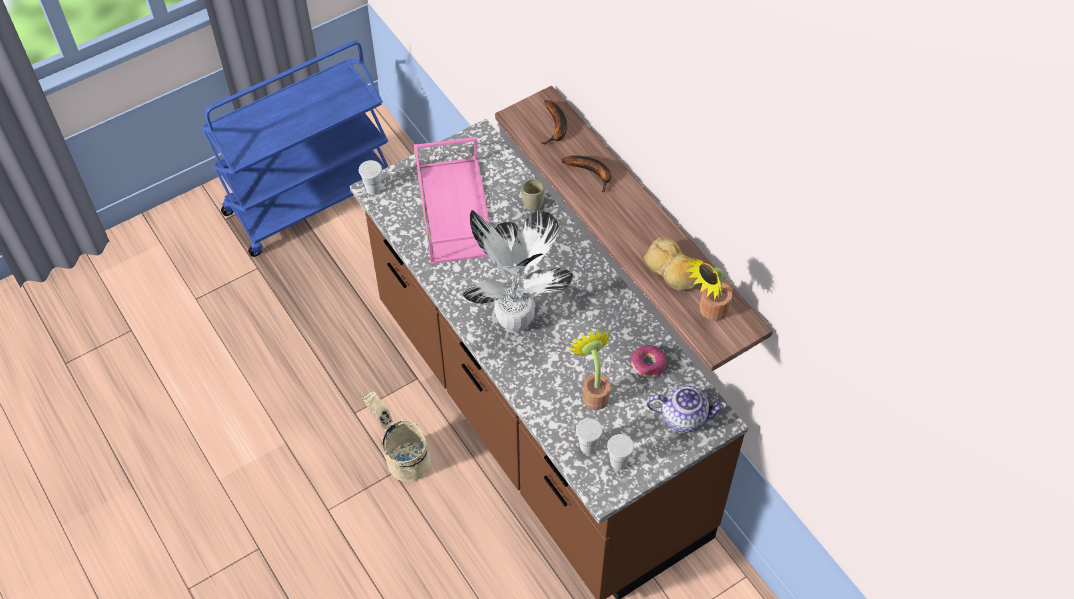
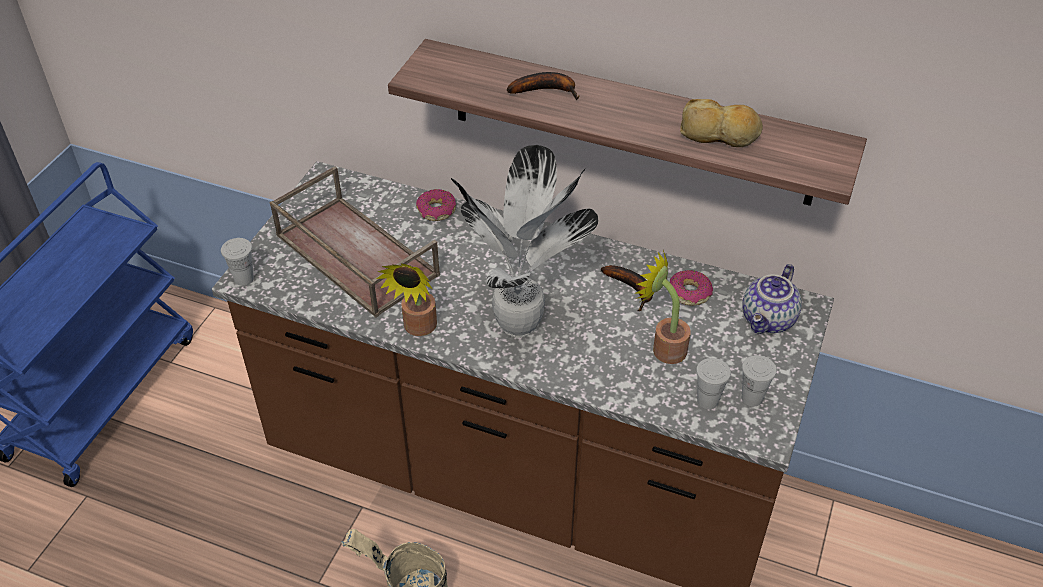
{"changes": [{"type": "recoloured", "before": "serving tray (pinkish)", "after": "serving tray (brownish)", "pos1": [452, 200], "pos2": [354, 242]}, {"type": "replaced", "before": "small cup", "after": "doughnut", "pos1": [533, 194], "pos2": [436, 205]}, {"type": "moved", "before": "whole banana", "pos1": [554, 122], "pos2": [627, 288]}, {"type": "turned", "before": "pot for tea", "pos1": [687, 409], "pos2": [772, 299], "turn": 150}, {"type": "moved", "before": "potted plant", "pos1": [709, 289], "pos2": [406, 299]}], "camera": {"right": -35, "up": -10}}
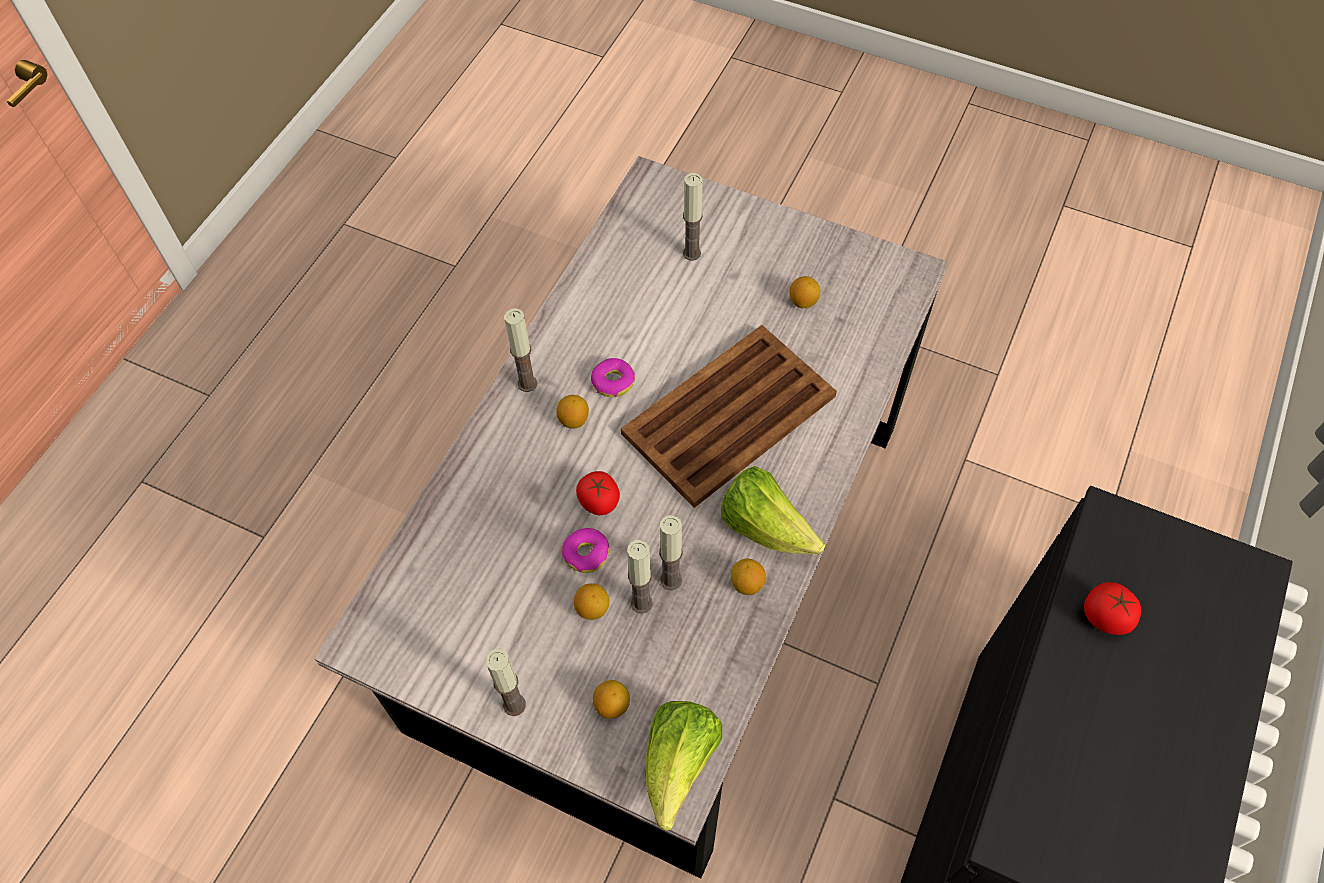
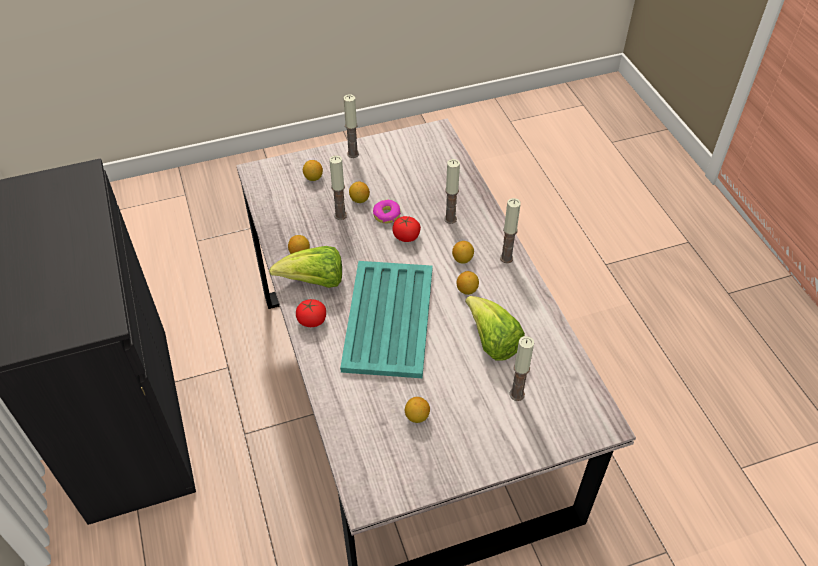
{"changes": [{"type": "replaced", "before": "doughnut", "after": "lemon", "pos1": [613, 377], "pos2": [468, 283]}, {"type": "recoloured", "before": "serving tray (brownish)", "after": "serving tray (blue-green)", "pos1": [729, 416], "pos2": [386, 319]}, {"type": "moved", "before": "head of lettuce", "pos1": [683, 765], "pos2": [495, 328]}, {"type": "moved", "before": "wax light", "pos1": [671, 552], "pos2": [452, 191]}, {"type": "moved", "before": "tomato", "pos1": [1112, 608], "pos2": [311, 313]}], "camera": {"right": 135, "up": -10}}
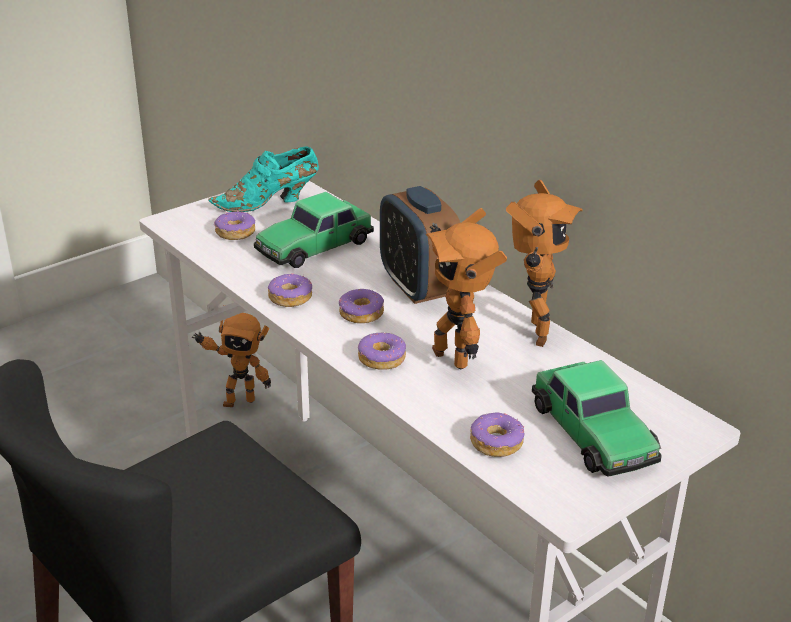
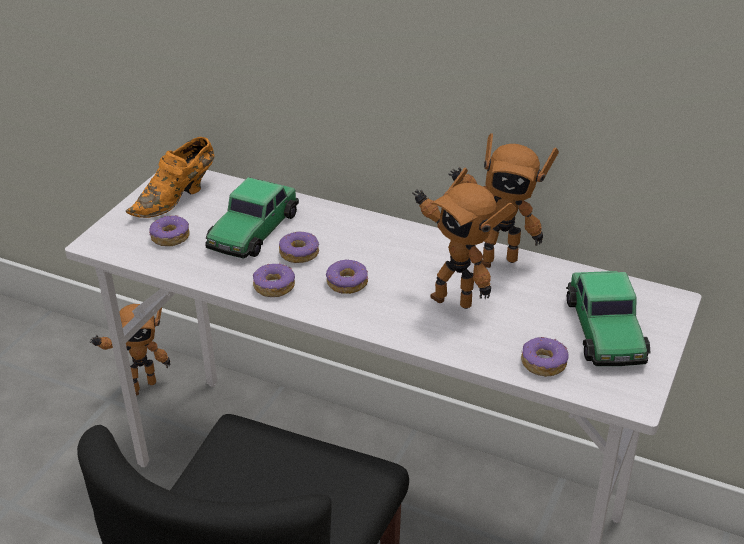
{"changes": [{"type": "recoloured", "before": "item of footwear (blue-green)", "after": "item of footwear (orange-coloured)", "pos1": [263, 179], "pos2": [170, 177]}, {"type": "moved", "before": "doughnut", "pos1": [382, 351], "pos2": [299, 247]}, {"type": "removed", "before": "table clock", "pos1": [420, 245]}, {"type": "turned", "before": "robot figure", "pos1": [544, 263], "pos2": [503, 200], "turn": 105}, {"type": "turned", "before": "model car", "pos1": [596, 418], "pos2": [608, 318], "turn": 45}], "camera": {"right": -25, "up": 5}}
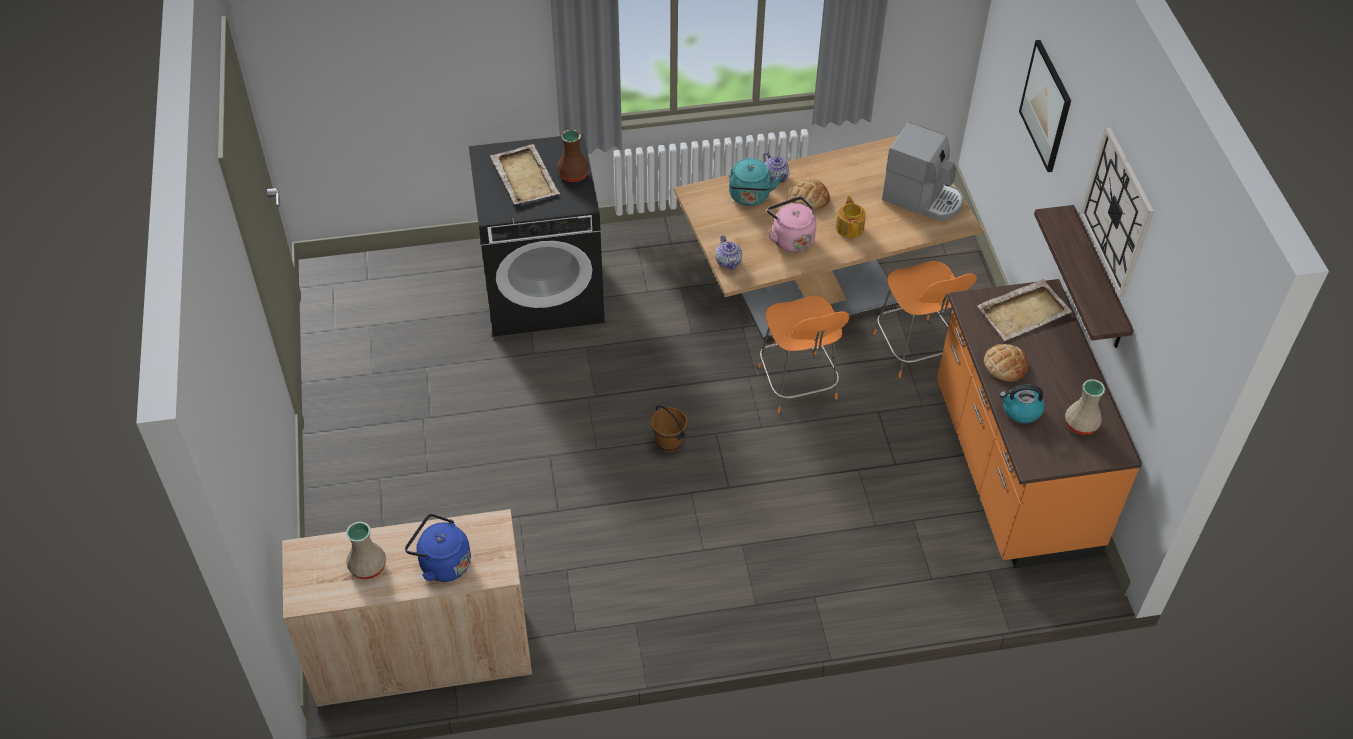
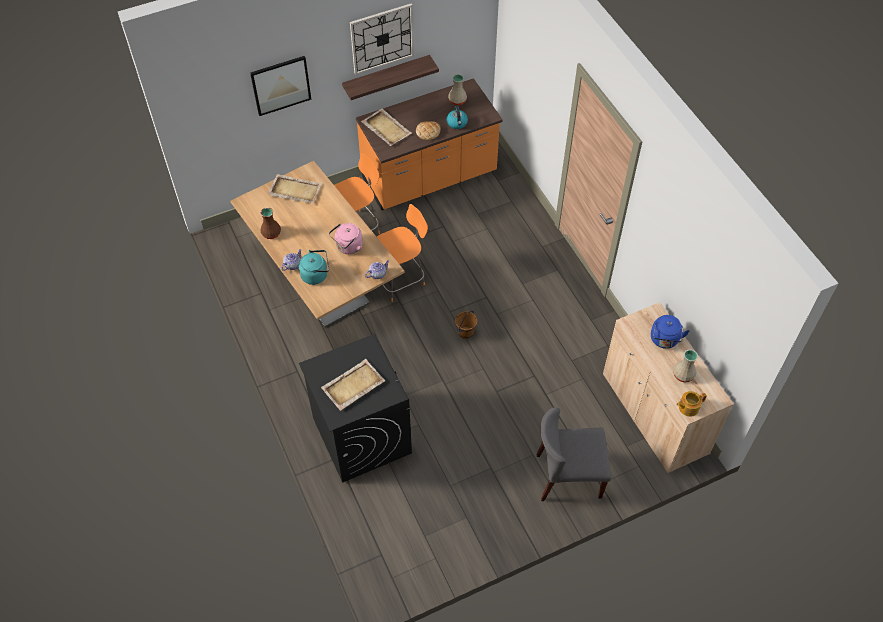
{"changes": [{"type": "moved", "before": "decorative vase (brownish)", "pos1": [573, 155], "pos2": [270, 223]}, {"type": "removed", "before": "bread", "pos1": [810, 194]}, {"type": "moved", "before": "pot for tea", "pos1": [851, 216], "pos2": [691, 404]}, {"type": "replaced", "before": "coffee machine", "after": "serving tray (beige-coloured)", "pos1": [922, 171], "pos2": [295, 188]}, {"type": "added", "after": "upright chair (grey)", "pos2": [574, 454]}], "camera": {"right": -105, "up": 5}}
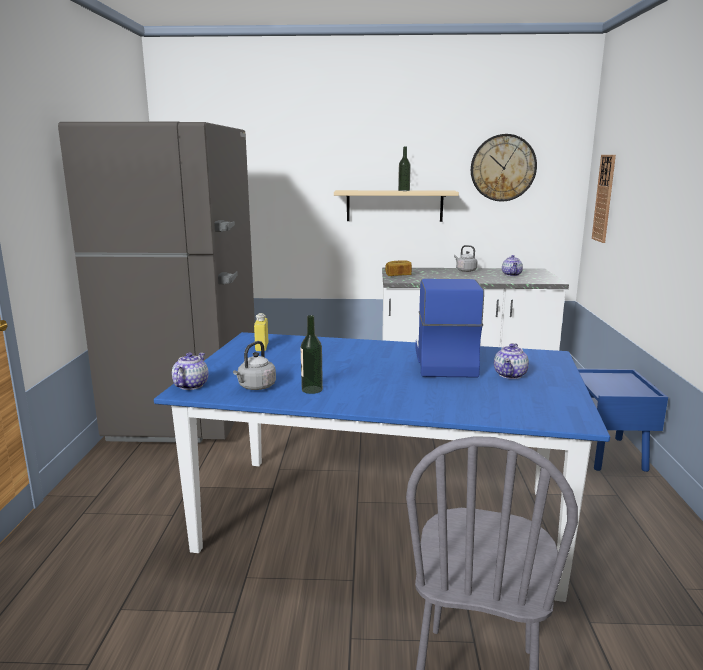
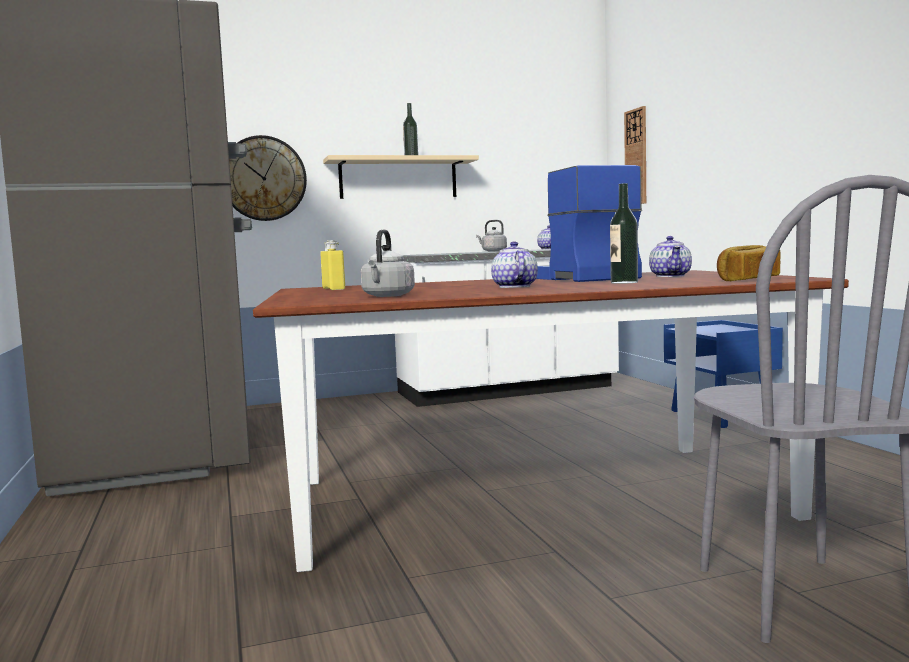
{"changes": [{"type": "recoloured", "before": "dining table (bluish)", "after": "dining table (brownish)", "pos1": [382, 467], "pos2": [551, 421]}, {"type": "moved", "before": "pot for tea", "pos1": [190, 371], "pos2": [514, 265]}, {"type": "moved", "before": "drink bottle", "pos1": [312, 354], "pos2": [624, 233]}, {"type": "moved", "before": "bread", "pos1": [398, 268], "pos2": [748, 263]}, {"type": "moved", "before": "hanging clock", "pos1": [504, 168], "pos2": [268, 178]}], "camera": {"right": -20, "up": -10}}
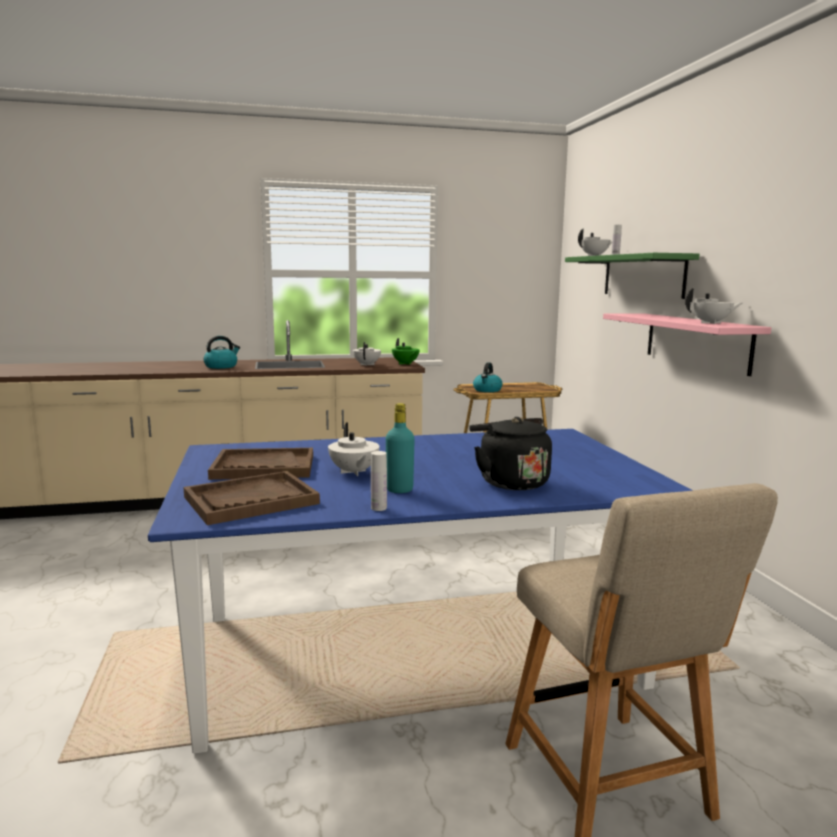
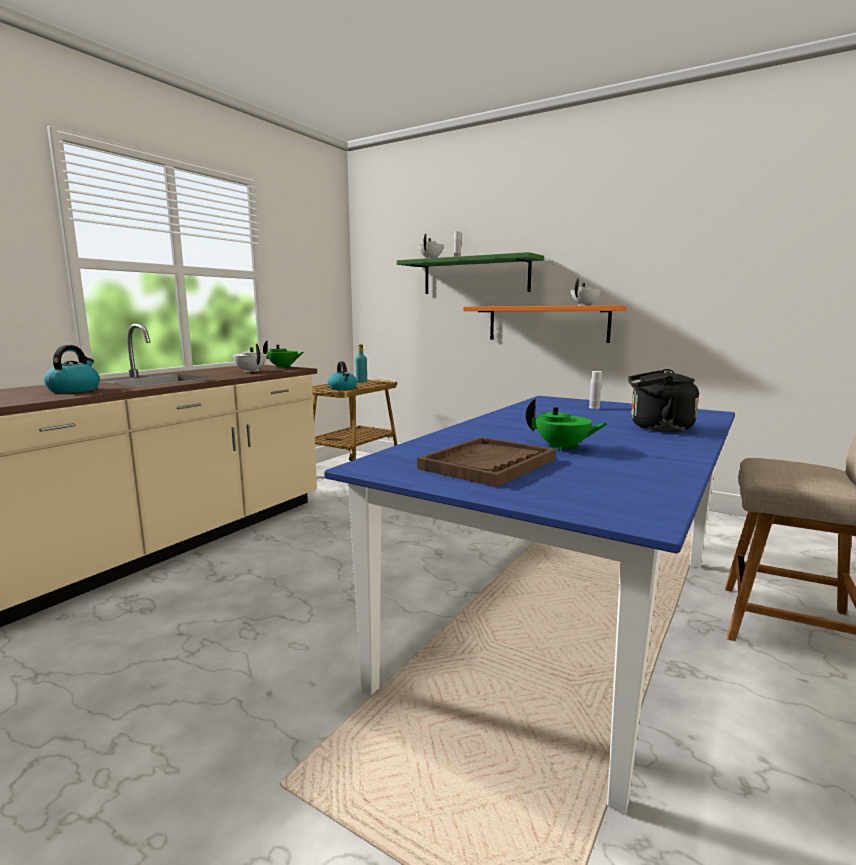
{"changes": [{"type": "removed", "before": "serving tray (brownish)", "pos1": [252, 498]}, {"type": "recoloured", "before": "pot for tea (white)", "after": "pot for tea (green-coloured)", "pos1": [354, 449], "pos2": [567, 425]}, {"type": "moved", "before": "drink bottle (white)", "pos1": [379, 481], "pos2": [595, 390]}, {"type": "moved", "before": "drink bottle (blue-green)", "pos1": [400, 448], "pos2": [361, 363]}, {"type": "recoloured", "before": "shelf (pinkish)", "after": "shelf (orange-coloured)", "pos1": [687, 344], "pos2": [544, 324]}], "camera": {"right": -45, "up": 0}}
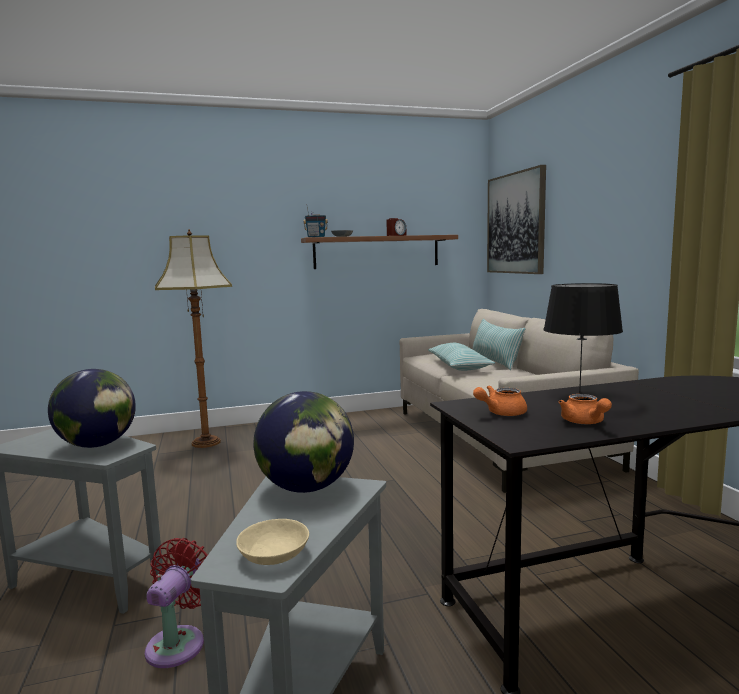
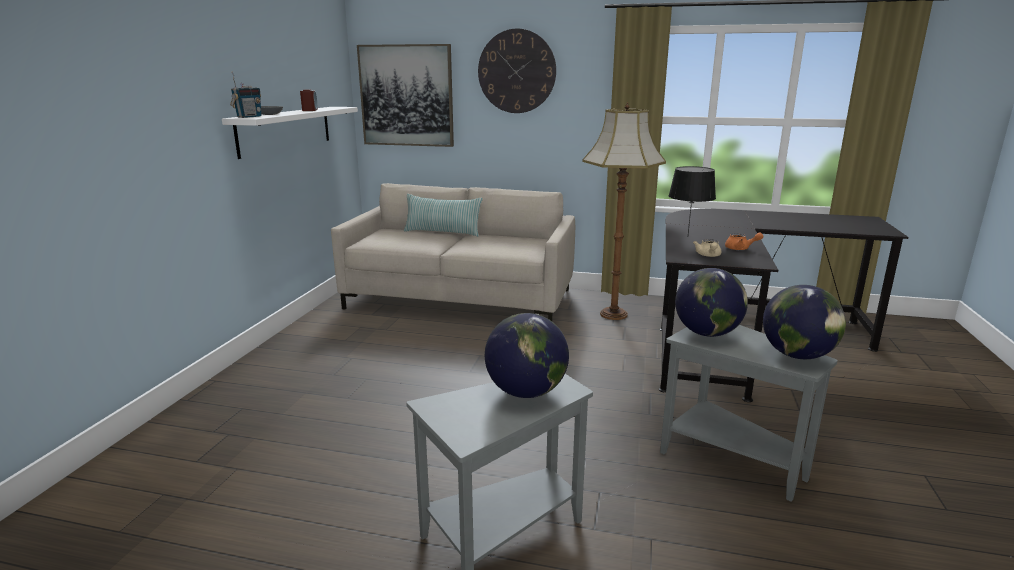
{"changes": [{"type": "removed", "before": "fan (reddish)", "pos1": [176, 603]}, {"type": "moved", "before": "standing lamp", "pos1": [193, 338], "pos2": [624, 211]}, {"type": "replaced", "before": "deep dish (beige-coloured)", "after": "desk globe", "pos1": [272, 542], "pos2": [804, 322]}, {"type": "recoloured", "before": "shelf (brownish)", "after": "shelf (white)", "pos1": [379, 252], "pos2": [290, 133]}, {"type": "removed", "before": "pillow", "pos1": [461, 357]}, {"type": "recoloured", "before": "pot for tea (orange-coloured)", "after": "pot for tea (beige-coloured)", "pos1": [500, 400], "pos2": [707, 248]}, {"type": "added", "after": "hanging clock", "pos2": [517, 71]}], "camera": {"right": -60, "up": 10}}
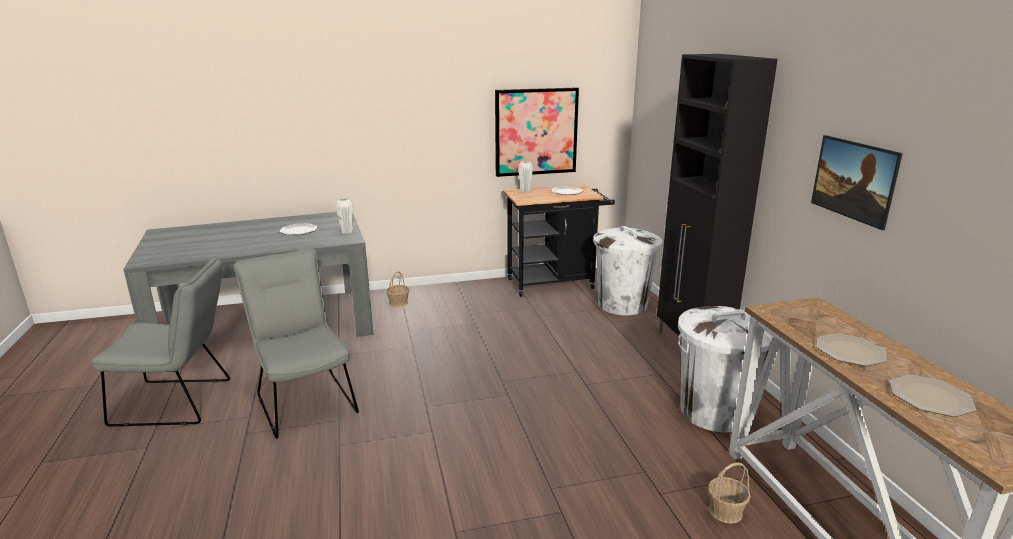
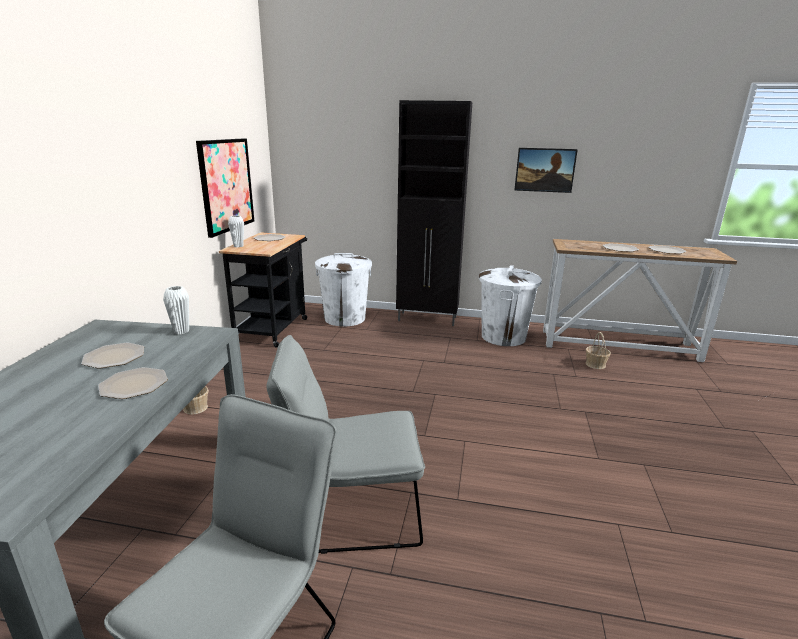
{"changes": [{"type": "added", "after": "flat dish", "pos2": [133, 383]}], "camera": {"right": -65, "up": 0}}
